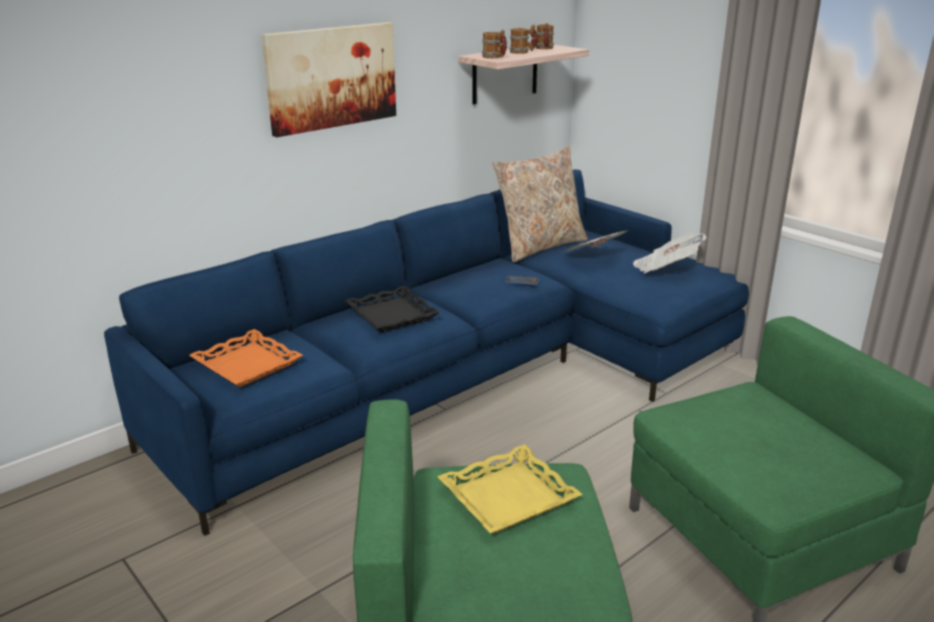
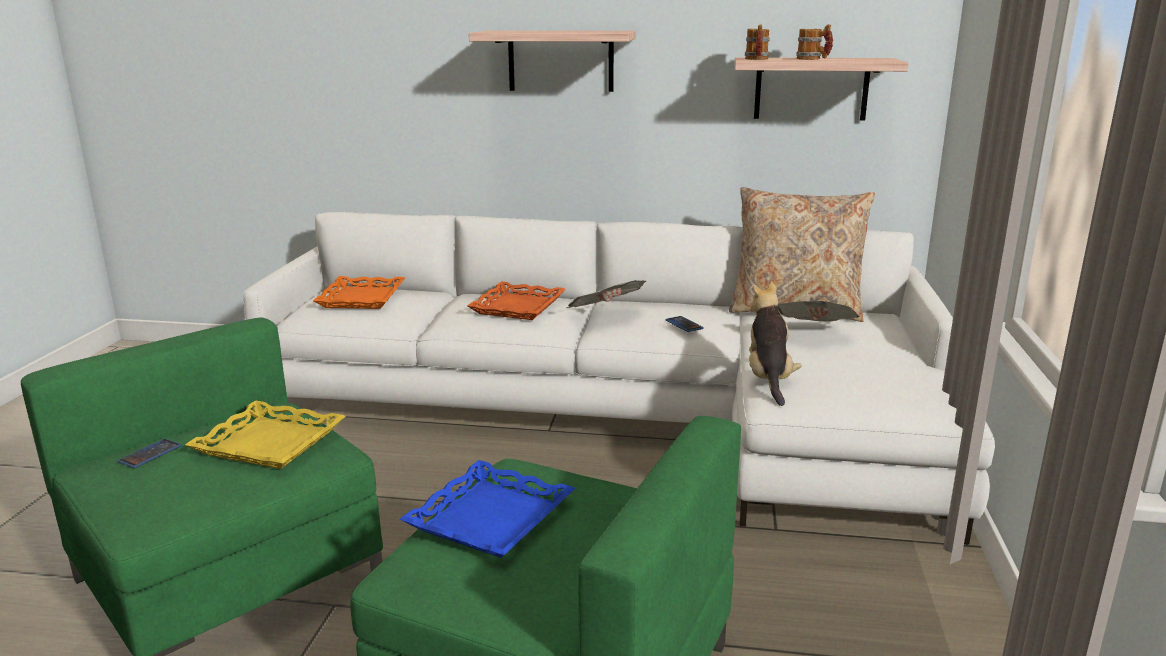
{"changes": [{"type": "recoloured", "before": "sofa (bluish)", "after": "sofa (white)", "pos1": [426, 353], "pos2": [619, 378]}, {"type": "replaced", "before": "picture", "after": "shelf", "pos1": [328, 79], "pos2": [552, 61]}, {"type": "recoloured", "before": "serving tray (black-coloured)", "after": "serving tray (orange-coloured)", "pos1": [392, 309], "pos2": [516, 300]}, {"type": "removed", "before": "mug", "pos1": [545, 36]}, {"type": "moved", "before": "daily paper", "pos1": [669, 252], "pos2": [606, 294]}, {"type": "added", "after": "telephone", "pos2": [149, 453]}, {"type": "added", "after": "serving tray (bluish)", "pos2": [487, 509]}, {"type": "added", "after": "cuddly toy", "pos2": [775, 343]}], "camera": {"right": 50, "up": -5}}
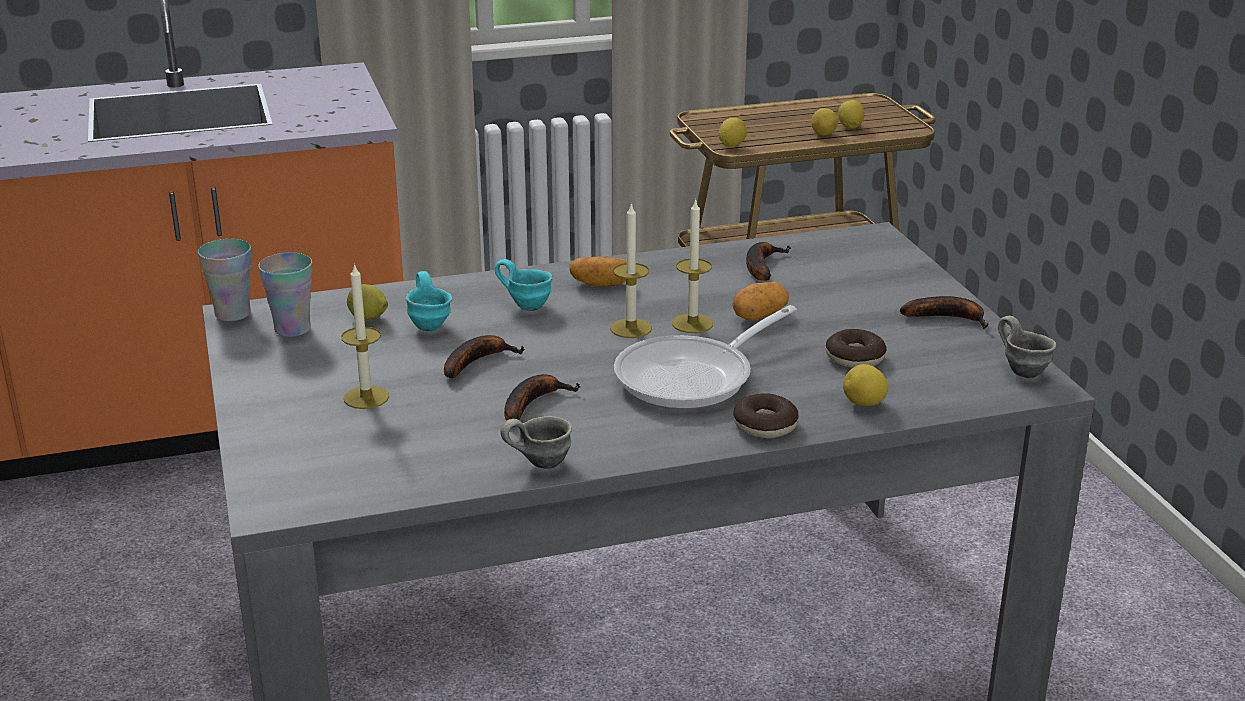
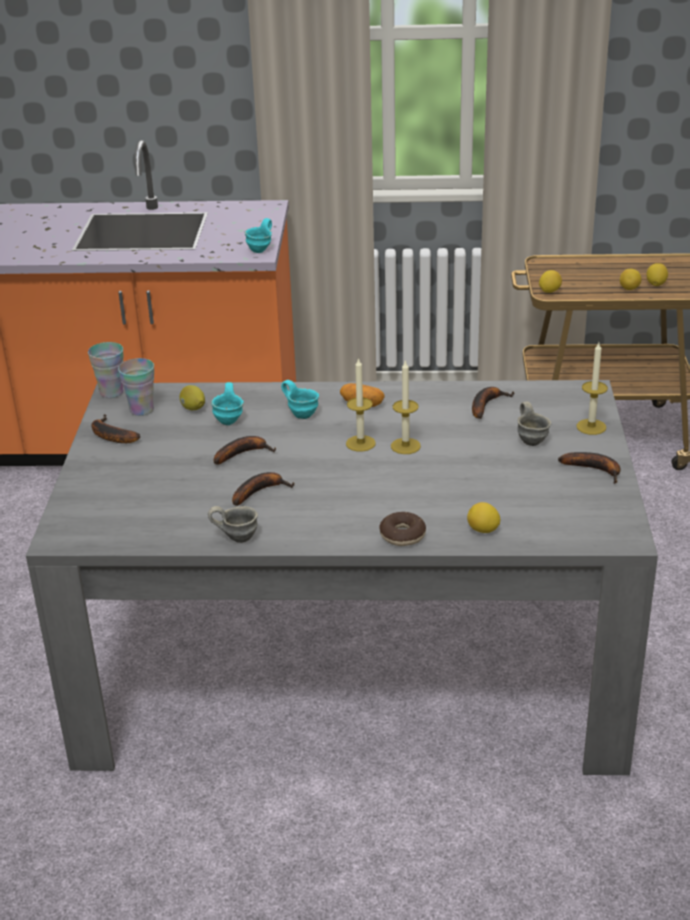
{"changes": [{"type": "moved", "before": "wax light", "pos1": [365, 336], "pos2": [592, 389]}, {"type": "removed", "before": "frying pan", "pos1": [705, 357]}, {"type": "removed", "before": "potato", "pos1": [760, 301]}, {"type": "removed", "before": "doughnut", "pos1": [856, 348]}, {"type": "moved", "before": "mug (grey)", "pos1": [1027, 347], "pos2": [534, 423]}, {"type": "added", "after": "whole banana", "pos2": [116, 428]}, {"type": "added", "after": "mug (blue-green)", "pos2": [258, 235]}], "camera": {"right": 20, "up": 5}}
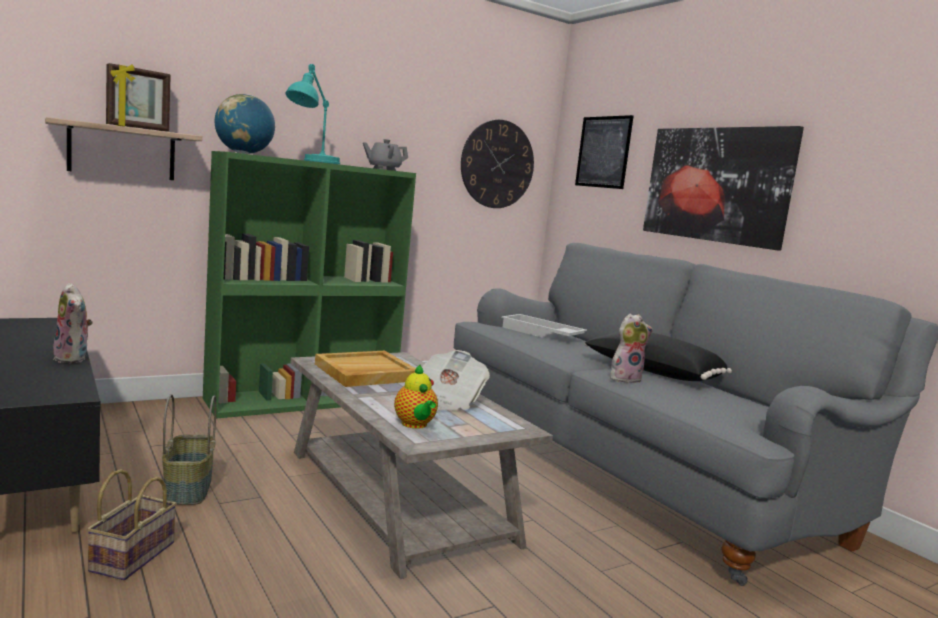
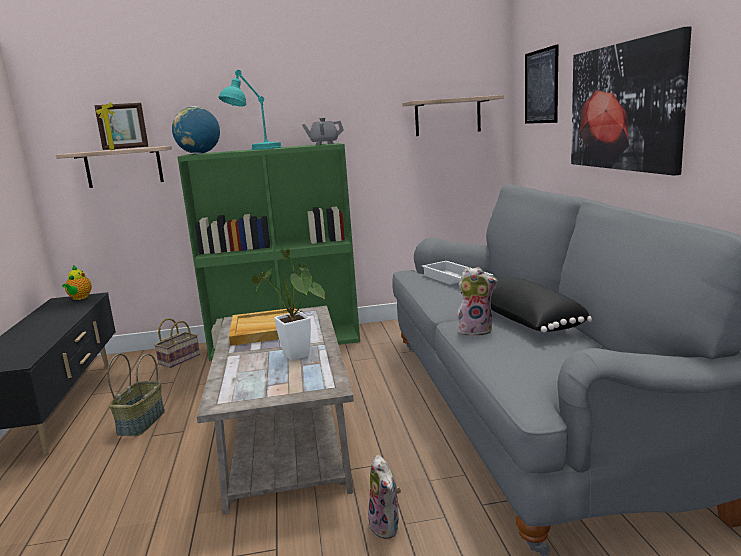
{"changes": [{"type": "moved", "before": "cuddly toy", "pos1": [73, 323], "pos2": [384, 497]}, {"type": "moved", "before": "household basket", "pos1": [132, 524], "pos2": [177, 343]}, {"type": "moved", "before": "pot for tea", "pos1": [416, 397], "pos2": [77, 282]}, {"type": "replaced", "before": "daily paper", "after": "potted plant", "pos1": [456, 380], "pos2": [288, 305]}, {"type": "replaced", "before": "hanging clock", "after": "shelf", "pos1": [497, 164], "pos2": [453, 115]}], "camera": {"right": 25, "up": 5}}
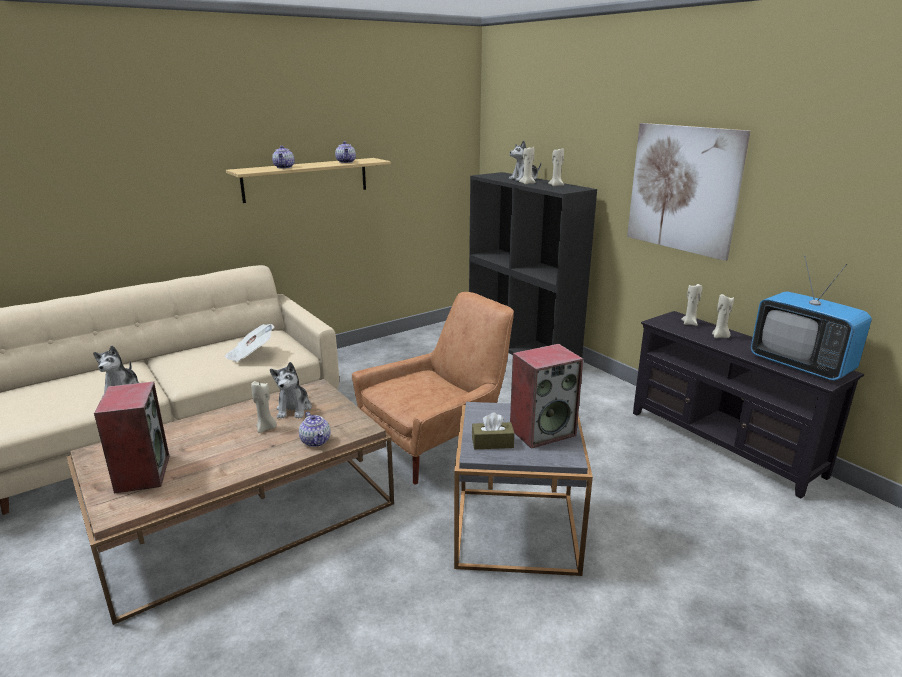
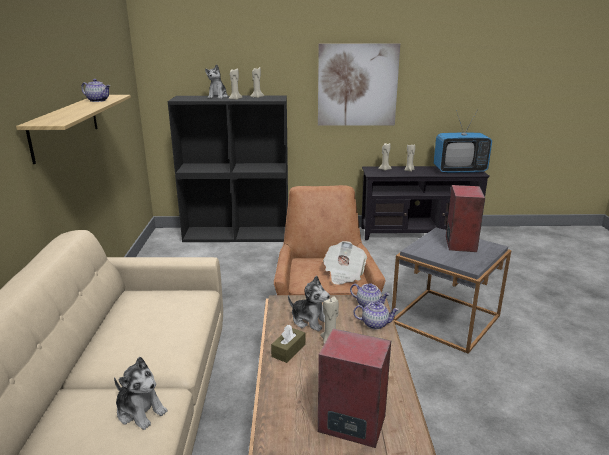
{"changes": [{"type": "moved", "before": "daily paper", "pos1": [249, 343], "pos2": [345, 263]}, {"type": "moved", "before": "pot for tea", "pos1": [283, 157], "pos2": [370, 295]}, {"type": "moved", "before": "tissue holder (brownish)", "pos1": [493, 430], "pos2": [288, 344]}], "camera": {"right": -55, "up": 0}}
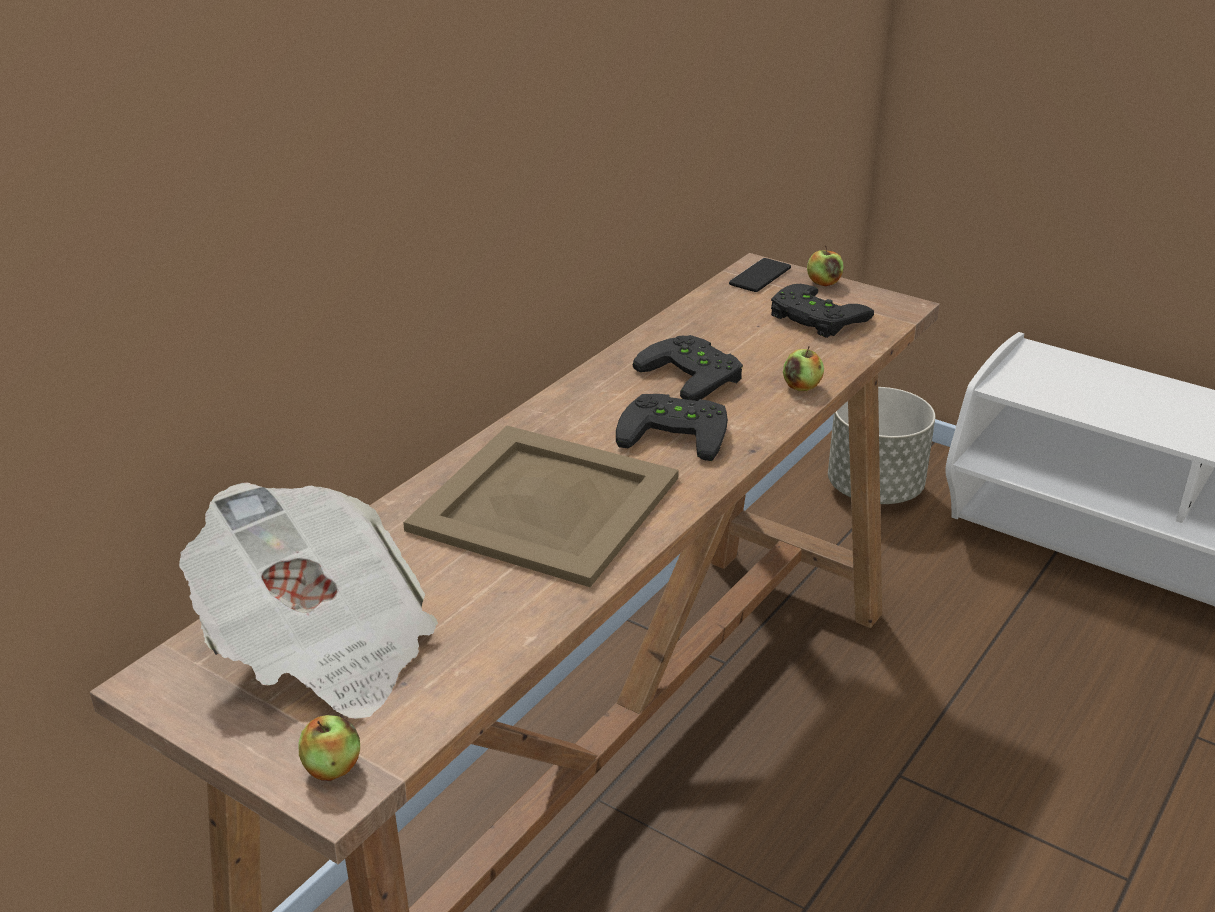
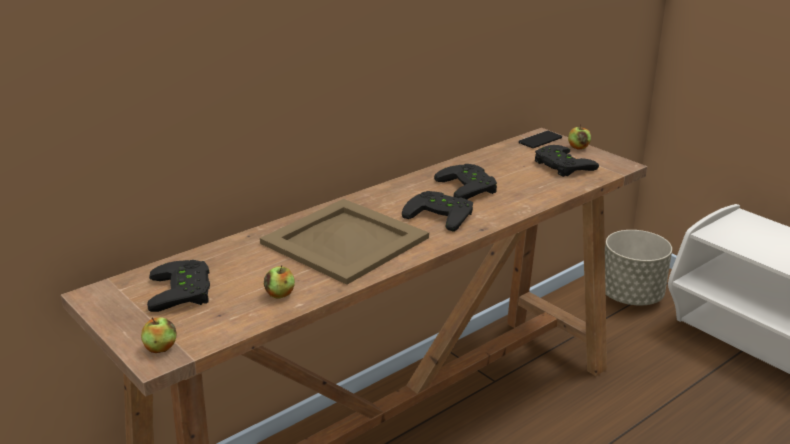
{"changes": [{"type": "replaced", "before": "daily paper", "after": "joypad (black-coloured)", "pos1": [308, 600], "pos2": [178, 286]}, {"type": "moved", "before": "whole apple", "pos1": [803, 368], "pos2": [279, 282]}], "camera": {"right": 15, "up": -5}}
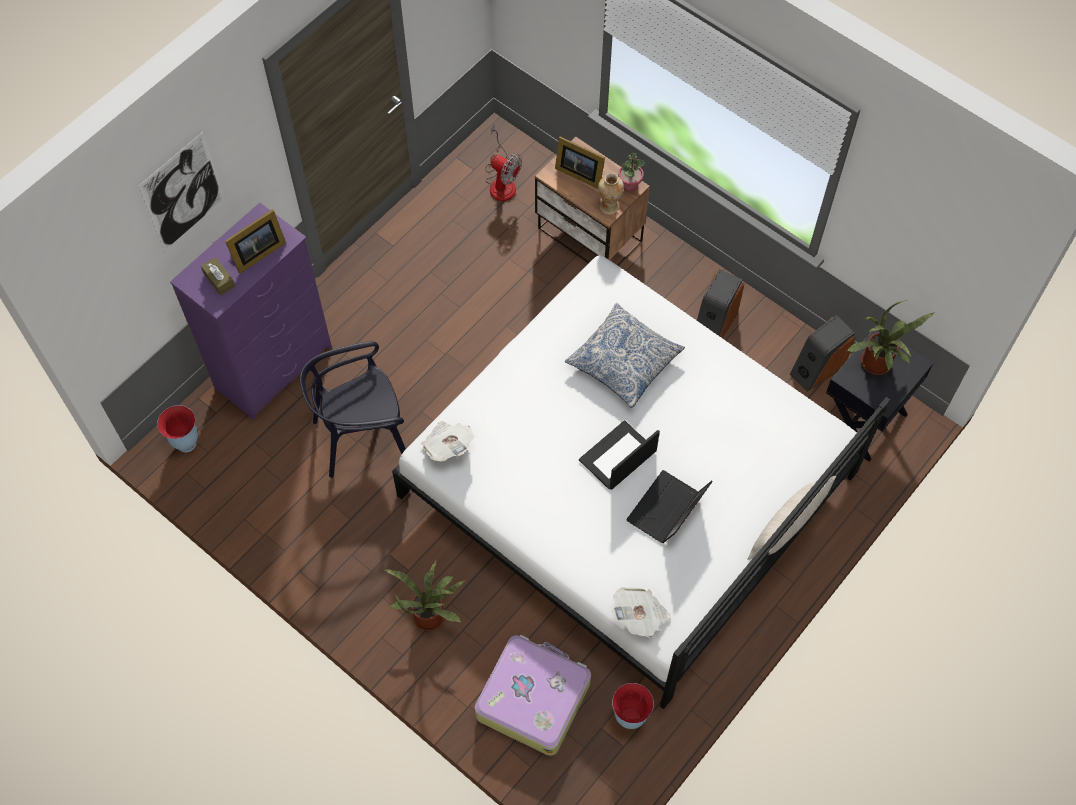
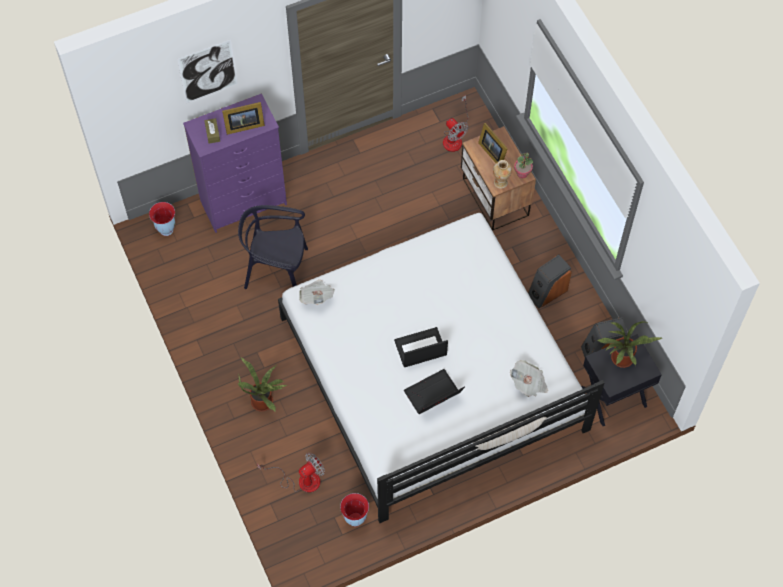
{"changes": [{"type": "replaced", "before": "piece of luggage", "after": "fan", "pos1": [533, 695], "pos2": [291, 473]}, {"type": "removed", "before": "pillow", "pos1": [625, 355]}, {"type": "moved", "before": "daily paper", "pos1": [641, 612], "pos2": [529, 378]}], "camera": {"right": 25, "up": 0}}
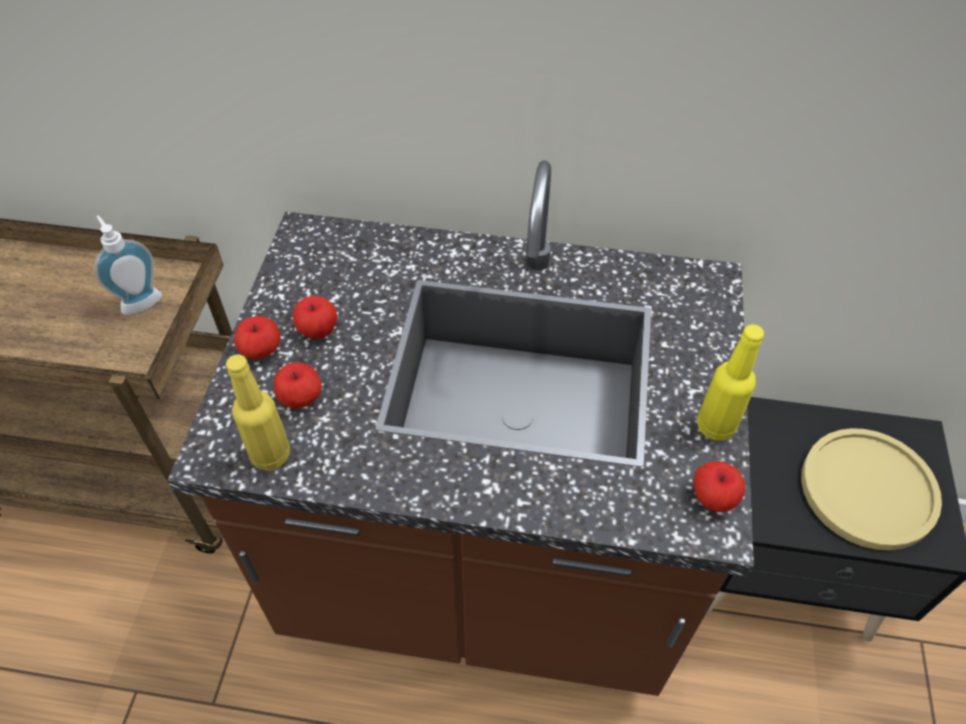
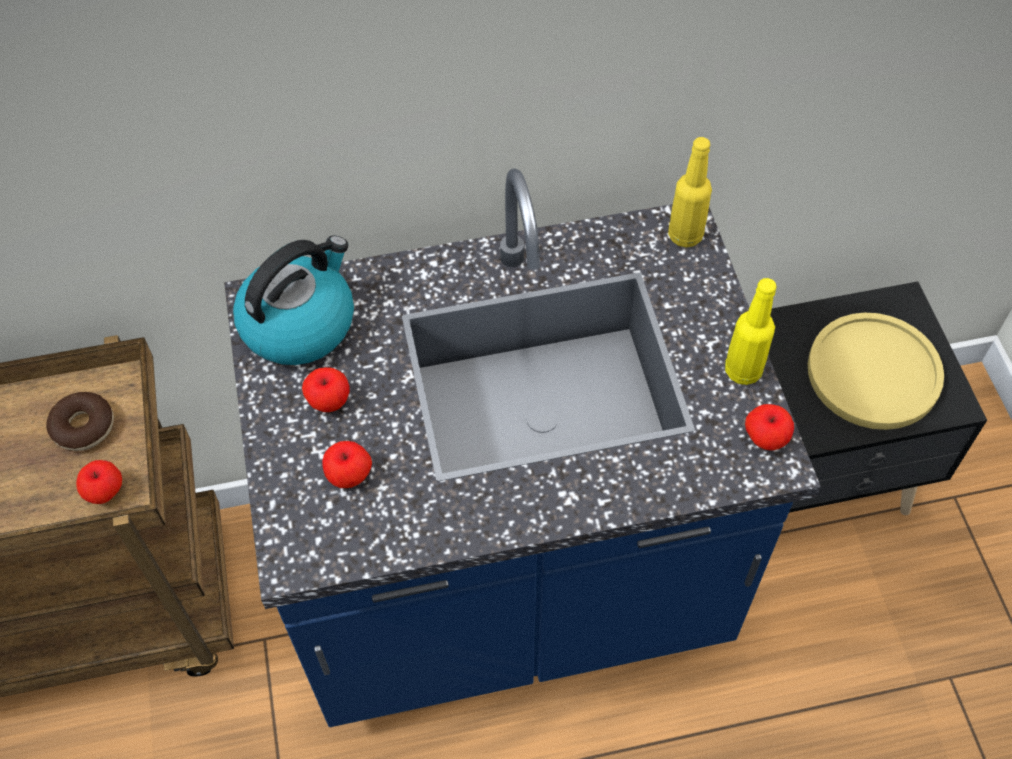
{"changes": [{"type": "replaced", "before": "liquid soap bottle", "after": "doughnut", "pos1": [128, 265], "pos2": [80, 421]}, {"type": "recoloured", "before": "counter (brownish)", "after": "counter (bluish)", "pos1": [460, 428], "pos2": [522, 447]}, {"type": "moved", "before": "drink bottle (yellowish)", "pos1": [258, 412], "pos2": [690, 192]}, {"type": "moved", "before": "whole apple", "pos1": [257, 337], "pos2": [99, 482]}, {"type": "added", "after": "water kettle", "pos2": [293, 300]}], "camera": {"right": -20, "up": 5}}
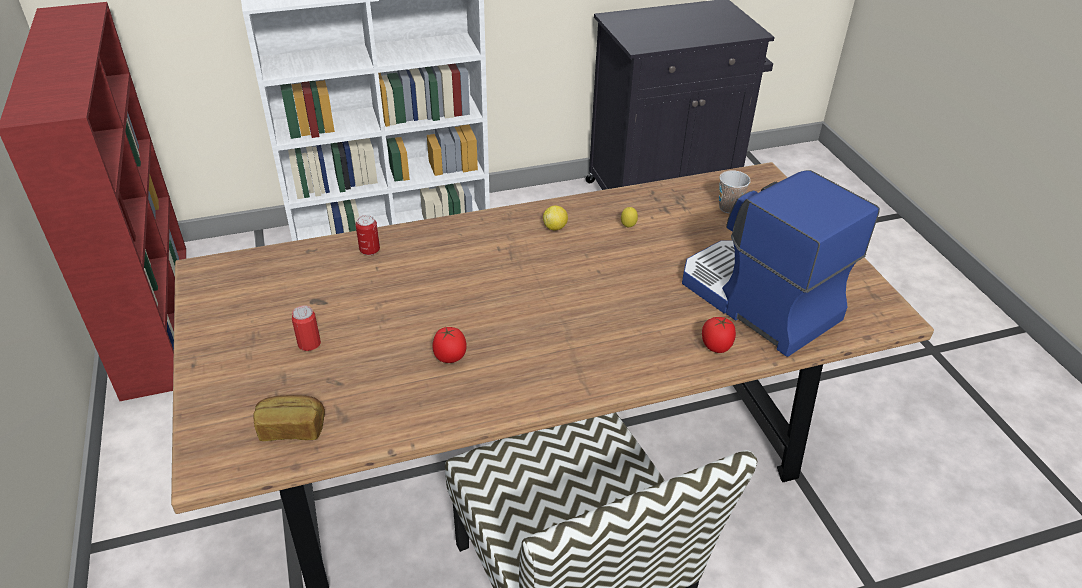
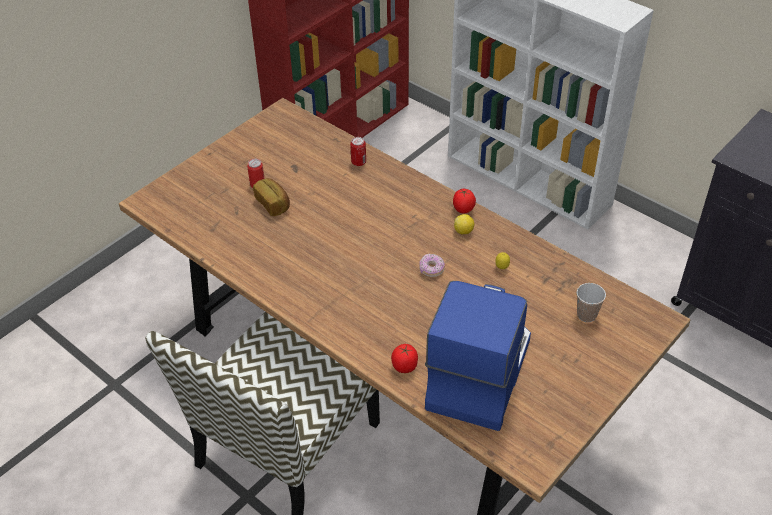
{"changes": [{"type": "moved", "before": "bread", "pos1": [289, 418], "pos2": [271, 197]}, {"type": "moved", "before": "tomato", "pos1": [449, 345], "pos2": [464, 201]}, {"type": "added", "after": "doughnut", "pos2": [432, 265]}], "camera": {"right": 60, "up": 5}}
